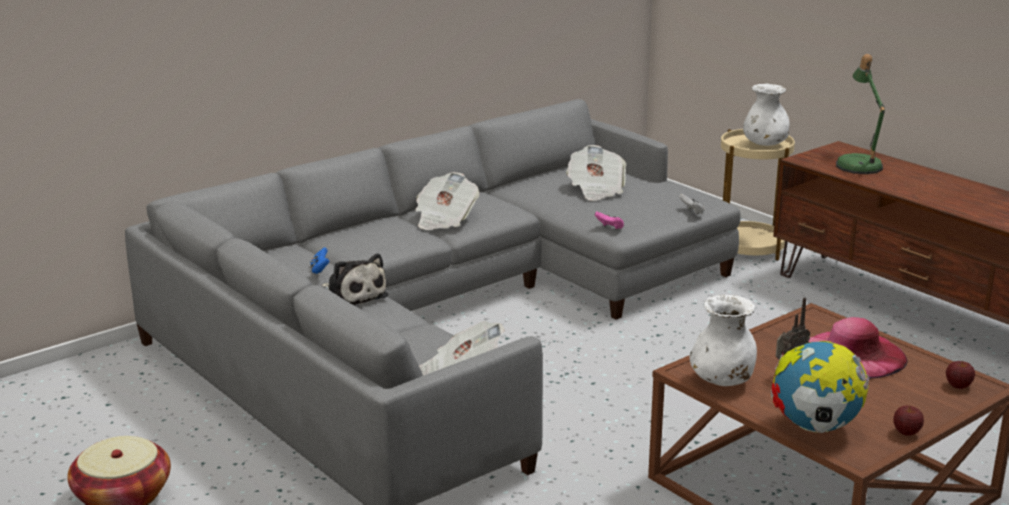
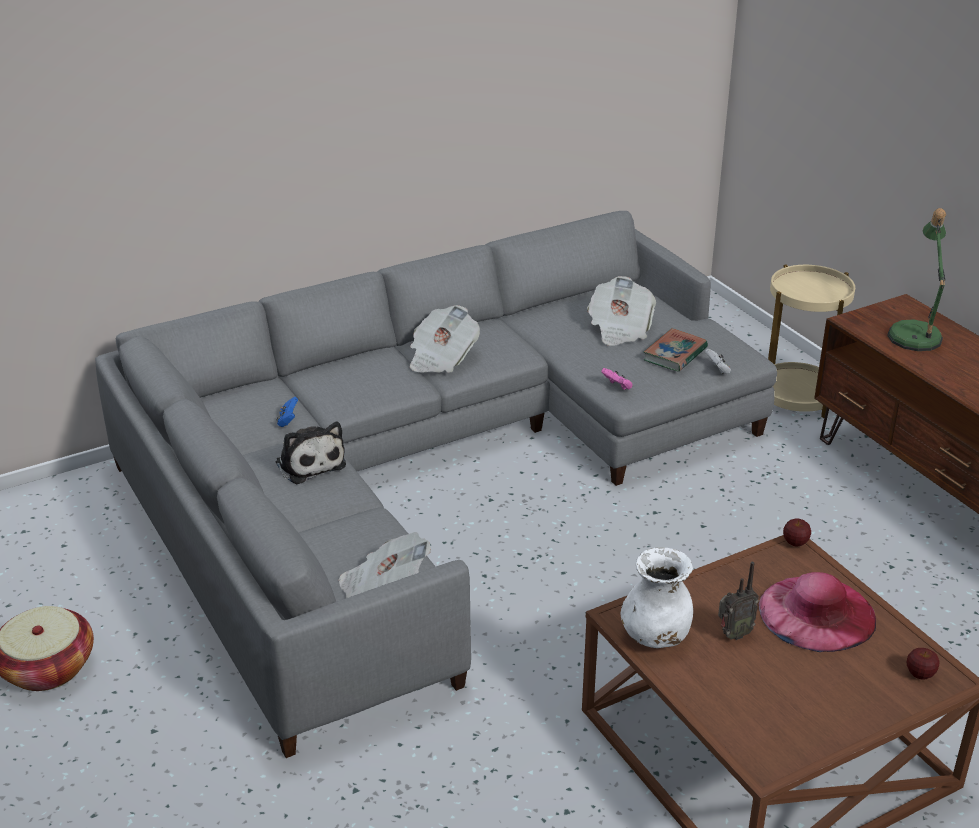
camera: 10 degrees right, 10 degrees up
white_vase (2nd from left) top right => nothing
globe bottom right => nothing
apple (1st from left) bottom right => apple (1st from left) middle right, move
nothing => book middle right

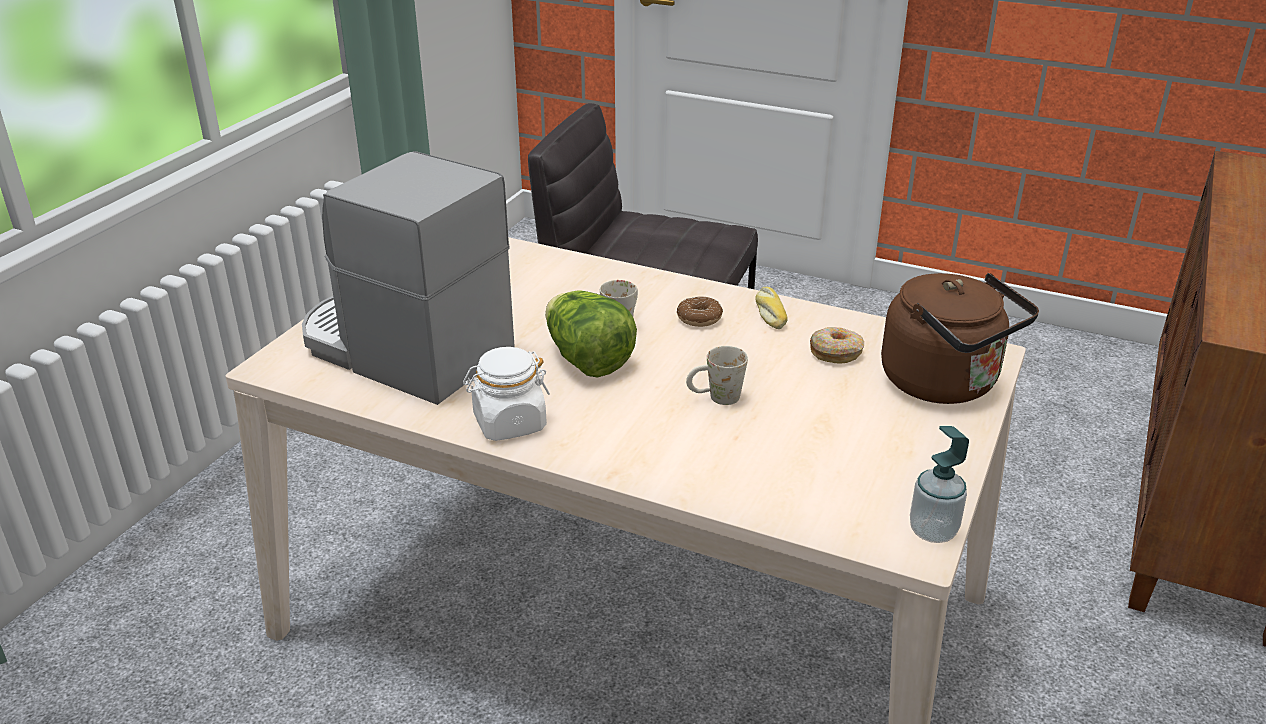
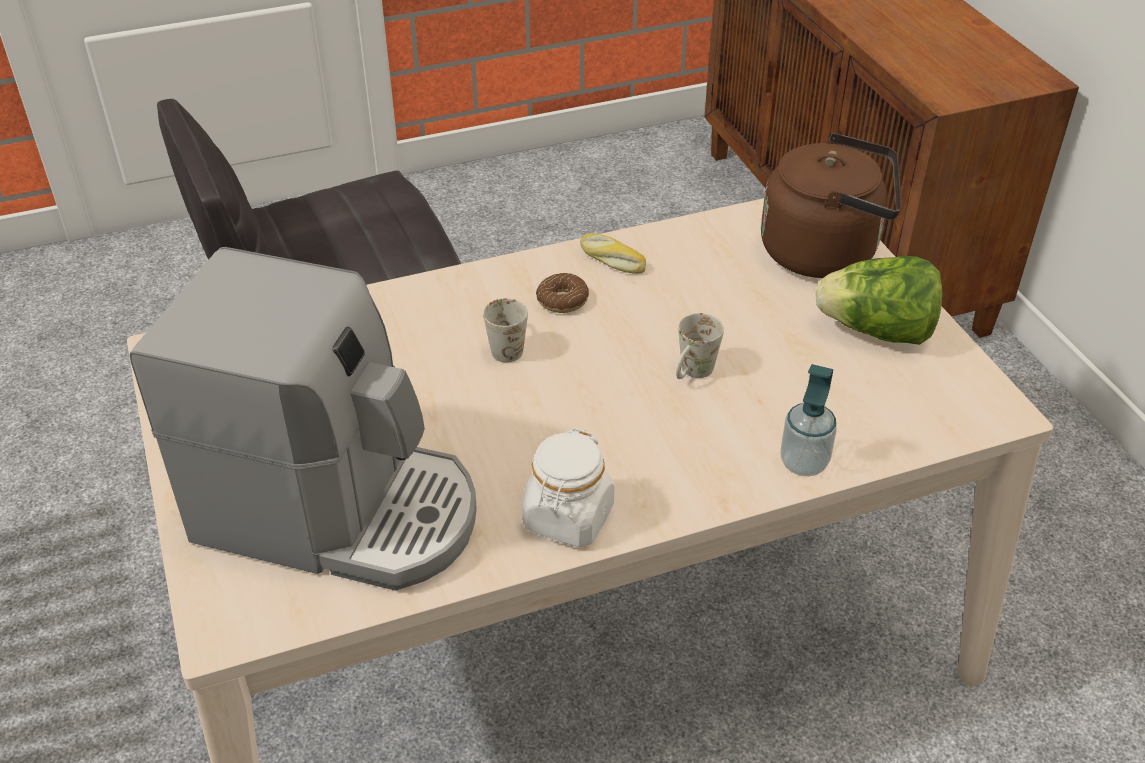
camera: 45 degrees left, 10 degrees up
coffee_machine middle left, 150 degrees counterclockwise
lettuce centre => lettuce middle right, move
donut (2nd from left) centre => nothing
soap_dispenser bottom right => soap_dispenser middle right, move

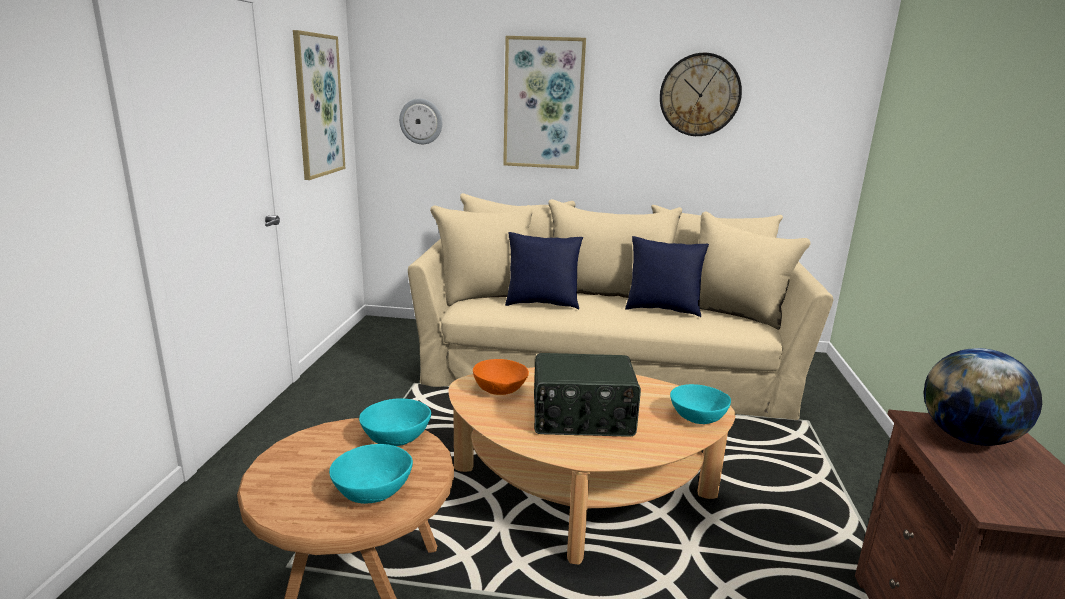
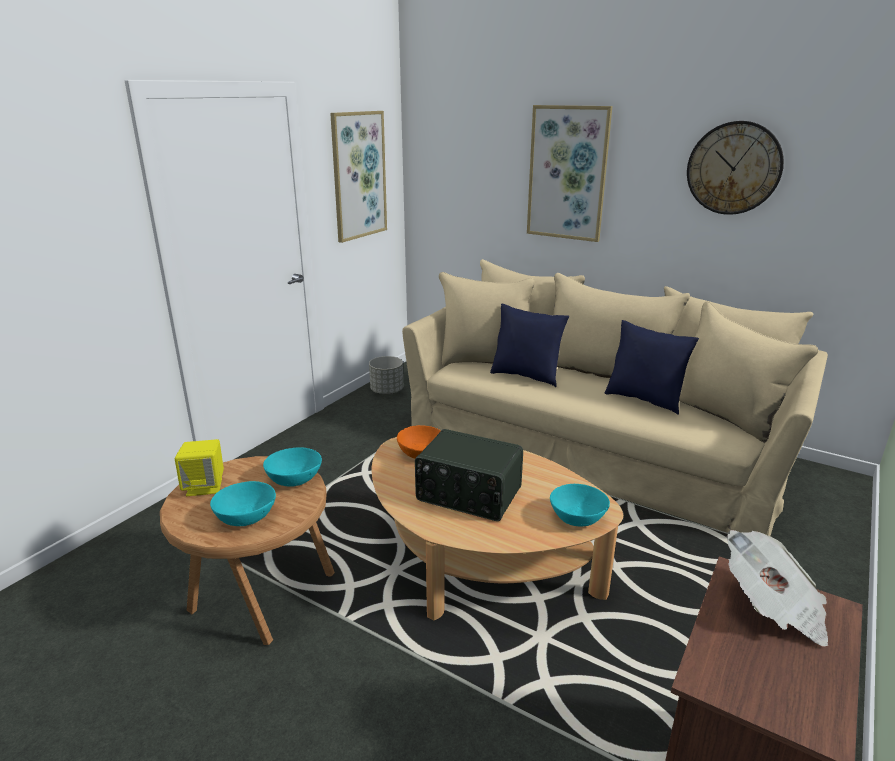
camera: 25 degrees right, 5 degrees up
wall_clock (1st from left) top centre => nothing
globe middle right => newspaper bottom right
nothing => yellow_speaker middle left
nothing => grey_planter centre

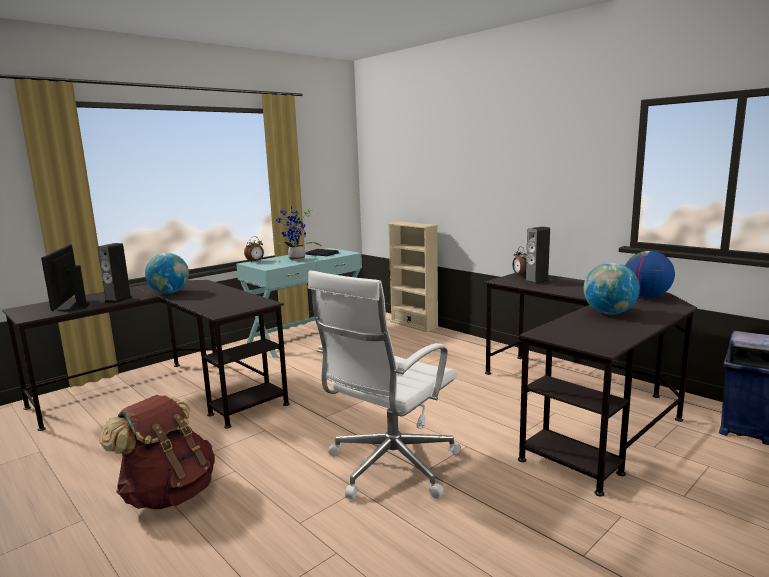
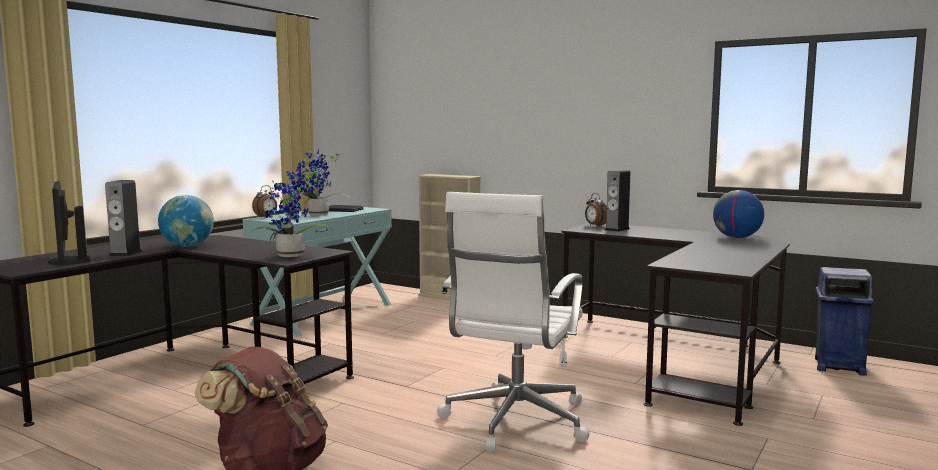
camera: 15 degrees left, 5 degrees down
globe (2nd from left) middle right => nothing
nothing => potted_plant (1st from left) middle left

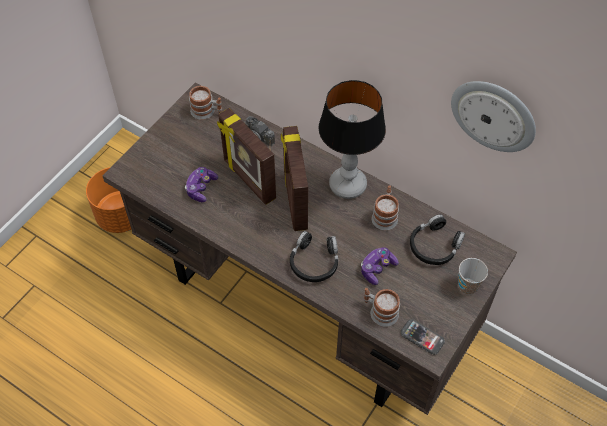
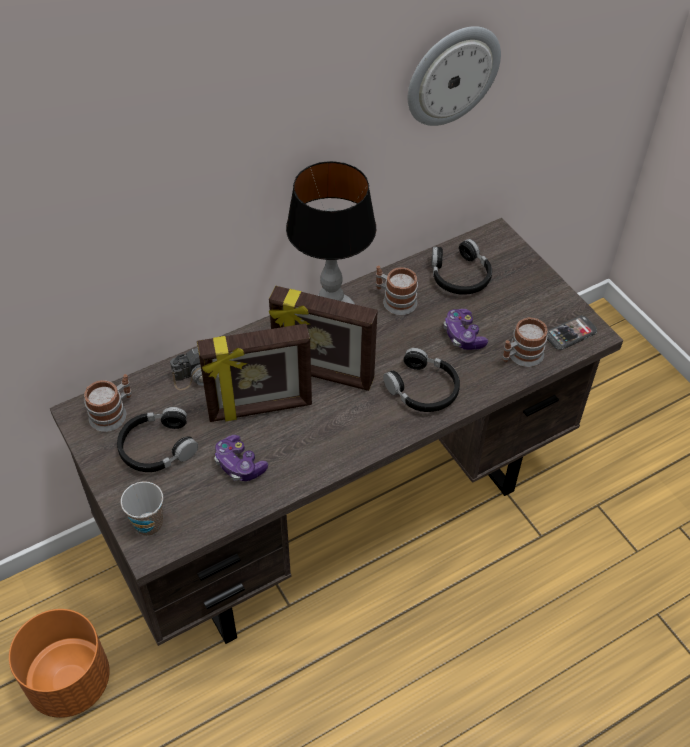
camera: 65 degrees left, 5 degrees down
cup middle right => cup bottom left, move
nothing => black_headphones (1st from left) middle left

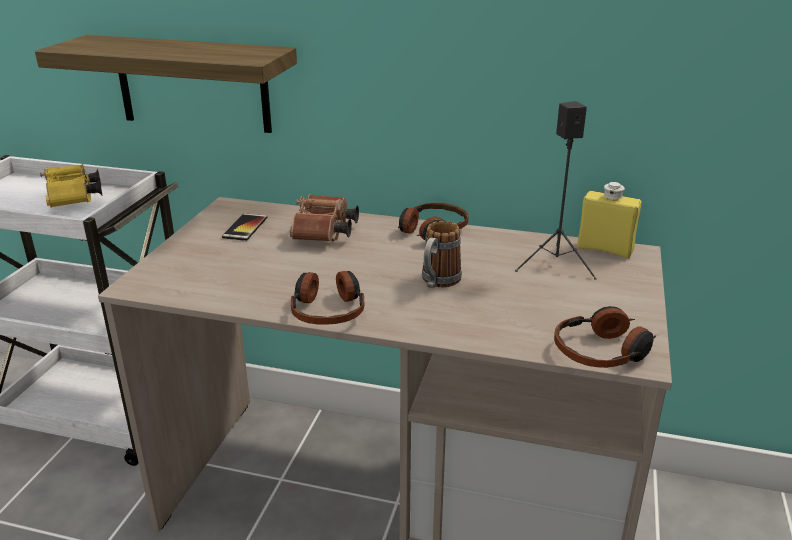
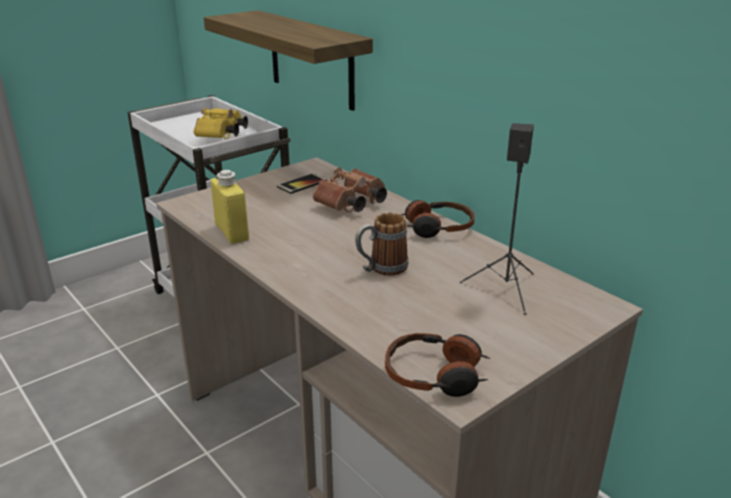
camera: 35 degrees right, 0 degrees up
headphones (1st from left) centre => nothing
yellow_bottle middle right => yellow_bottle middle left, move

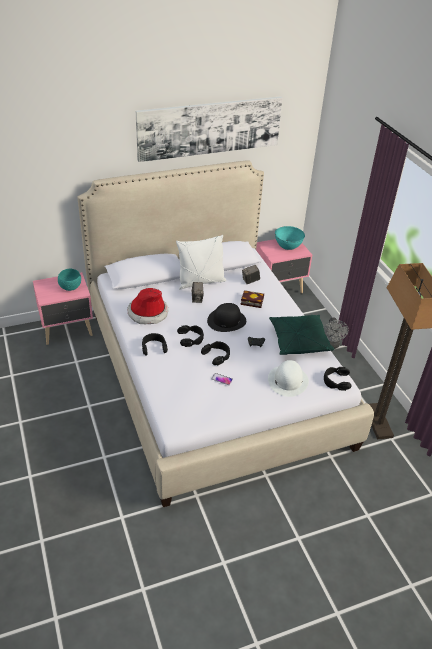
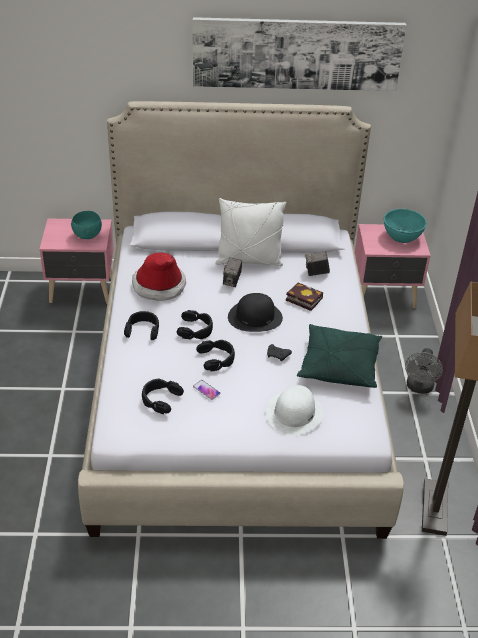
camera: 20 degrees right, 0 degrees up
black_headphones (4th from left in the first image) middle right => black_headphones (2nd from left) centre, move

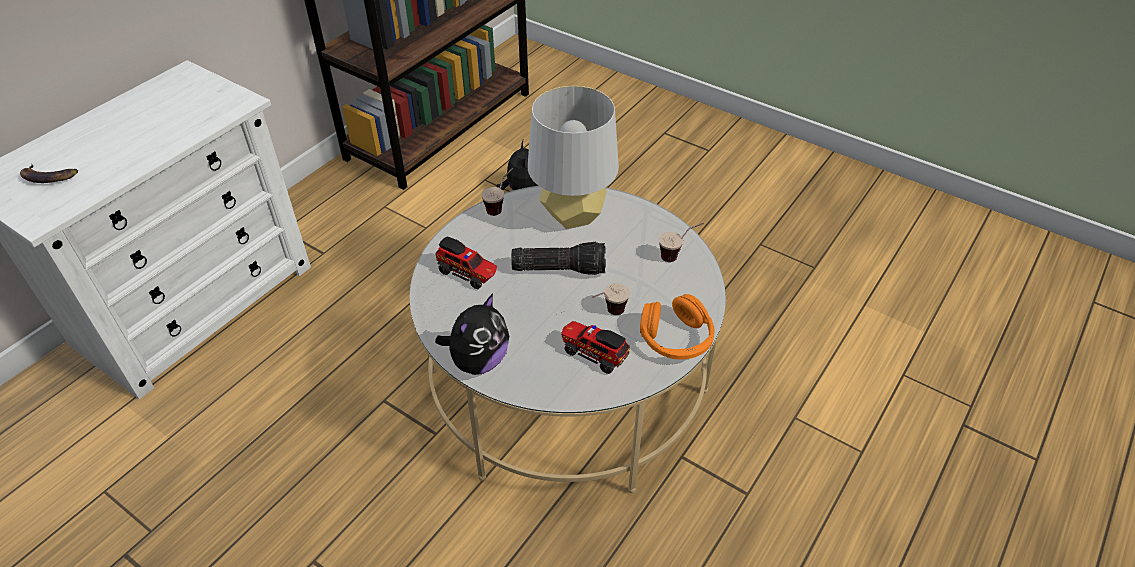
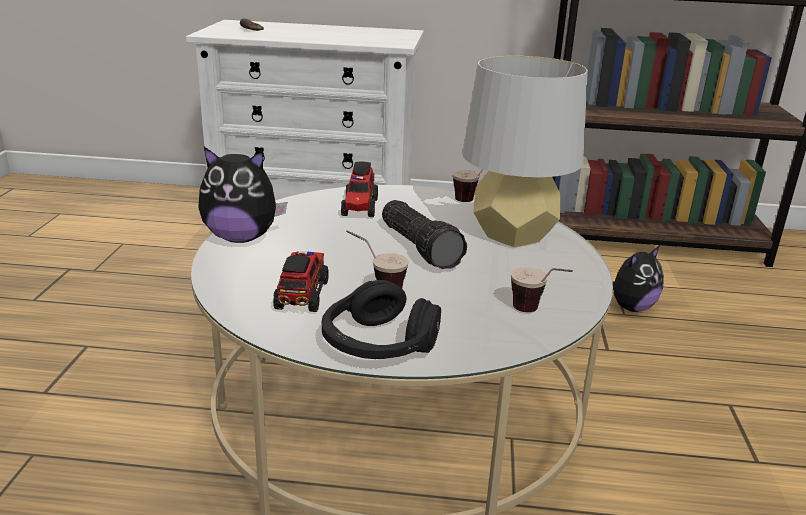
camera: 60 degrees right, 20 degrees down
orange_headphones centre => black_headphones centre

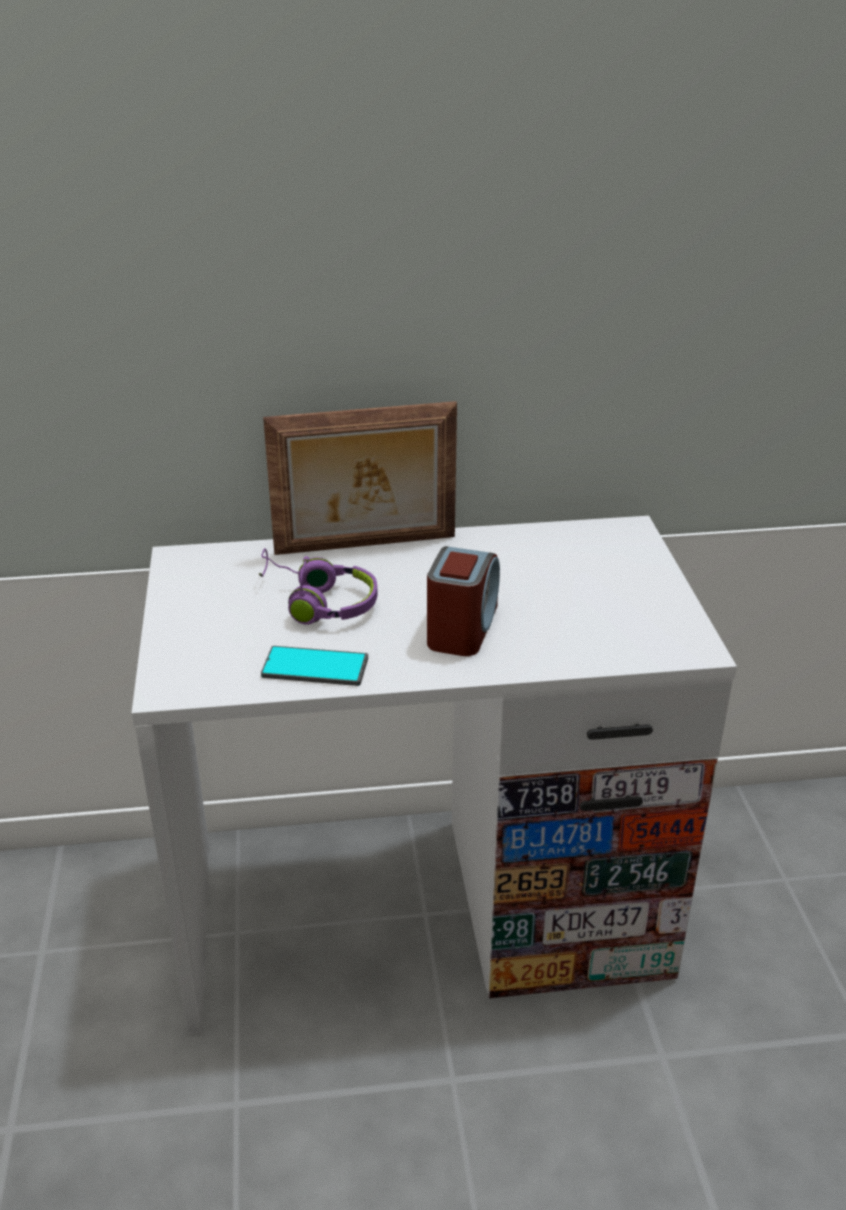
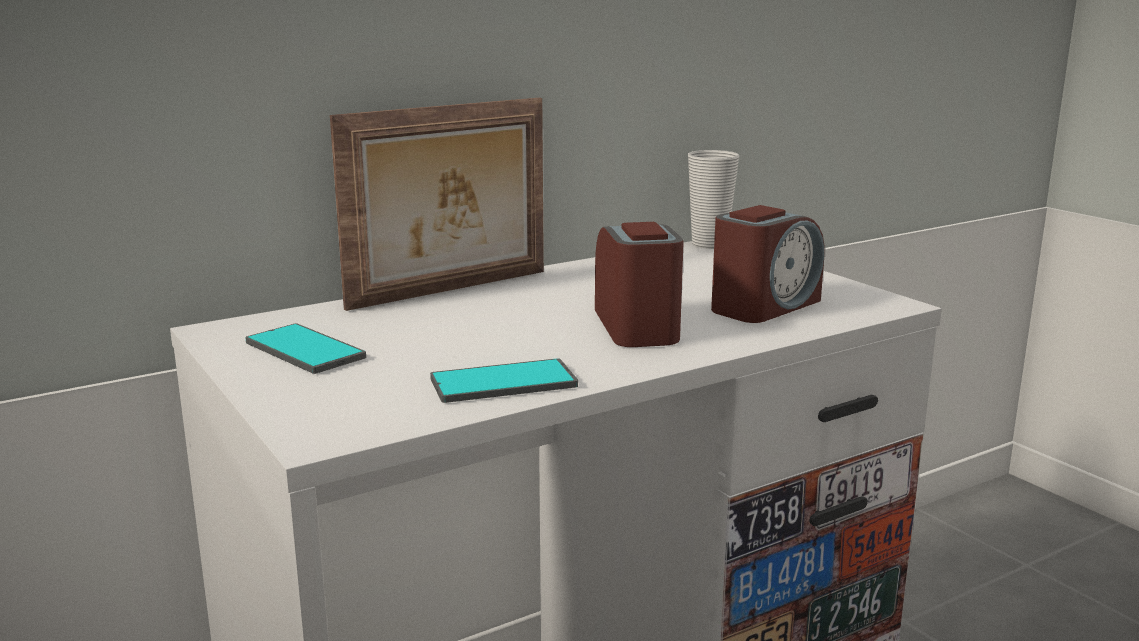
camera: 25 degrees left, 15 degrees down
purple_headphones centre => nothing
nothing => phone (1st from left) middle left
nothing => cup top centre
nothing => alarm_clock (2nd from left) middle right

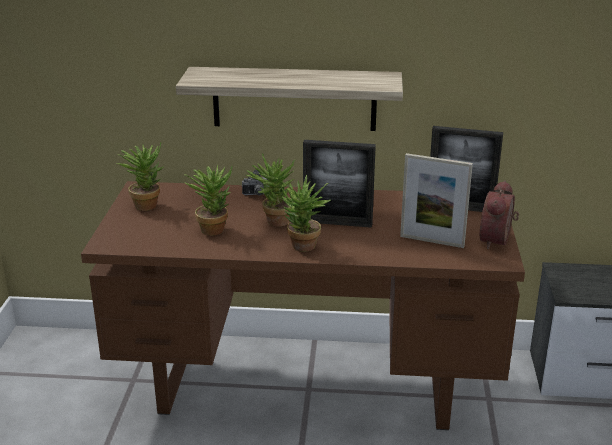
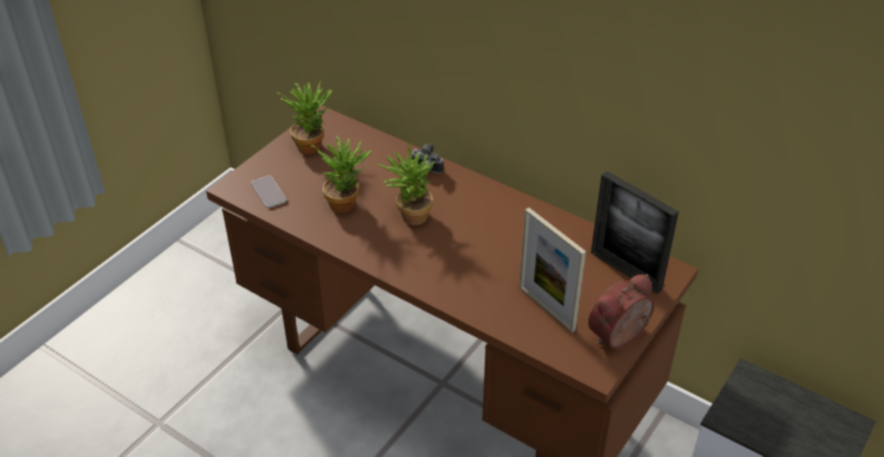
camera: 30 degrees right, 15 degrees up
shelf top centre => nothing
potted_plant (4th from left) centre => nothing
picture_frame (1st from left) centre => nothing
nothing => phone middle left

